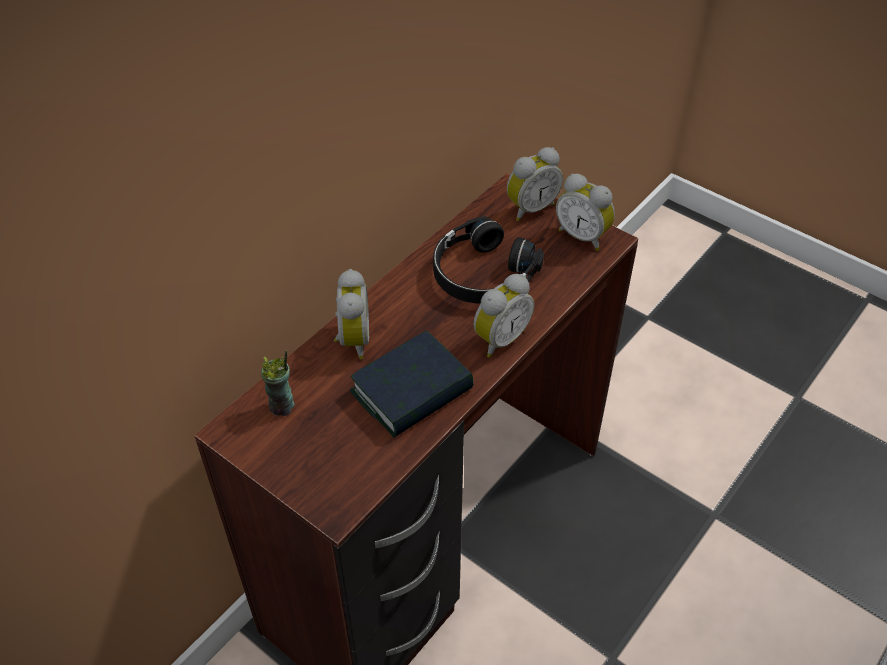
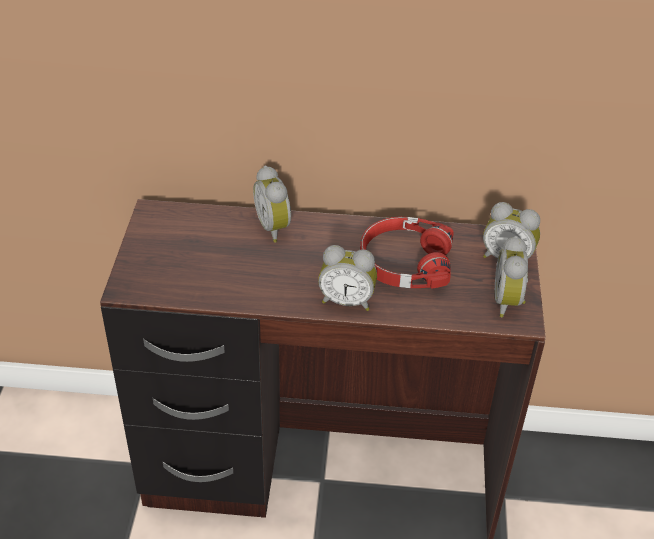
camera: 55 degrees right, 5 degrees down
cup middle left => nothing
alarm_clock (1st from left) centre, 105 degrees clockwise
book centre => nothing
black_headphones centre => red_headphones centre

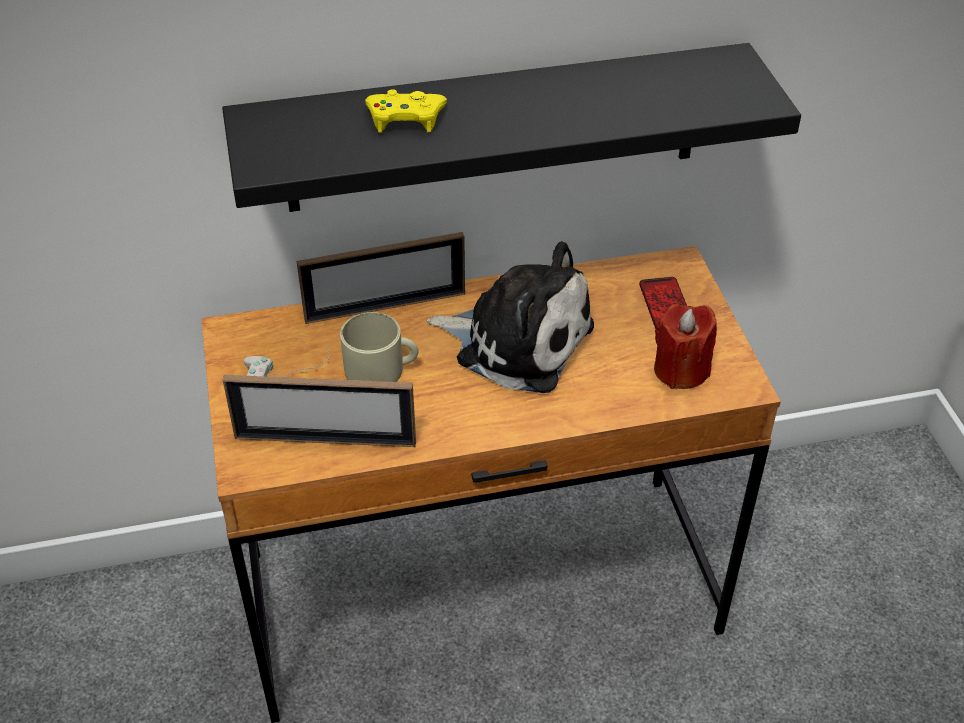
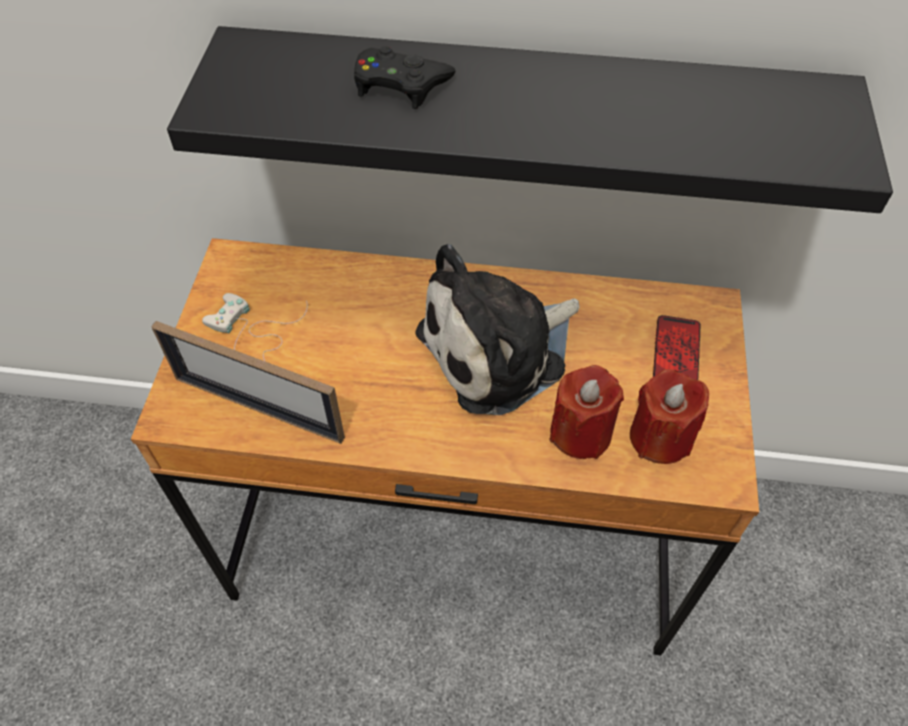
camera: 20 degrees right, 10 degrees up
picture_frame (2nd from left) centre => nothing
beige_mug centre => nothing
yellow_game_controller top centre => black_game_controller top centre
plush_toy centre, 105 degrees clockwise
nothing => red_candle (1st from left) centre

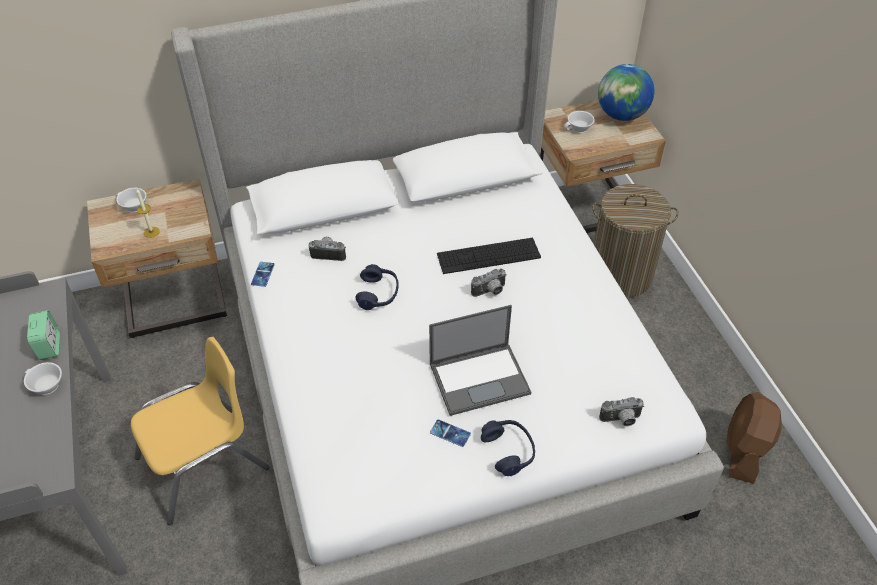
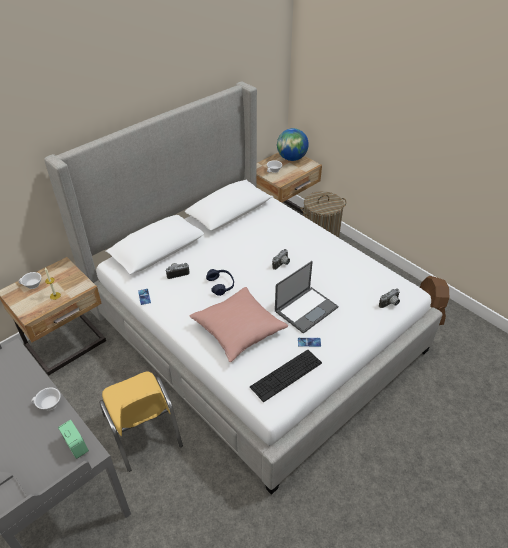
camera: 25 degrees left, 5 degrees down
alarm_clock middle left => alarm_clock bottom left, move
yellow_chair bottom left, 120 degrees clockwise
keyboard centre => keyboard bottom centre, move
blue_headphones (2nd from left) bottom centre => nothing
nothing => pink_pillow centre

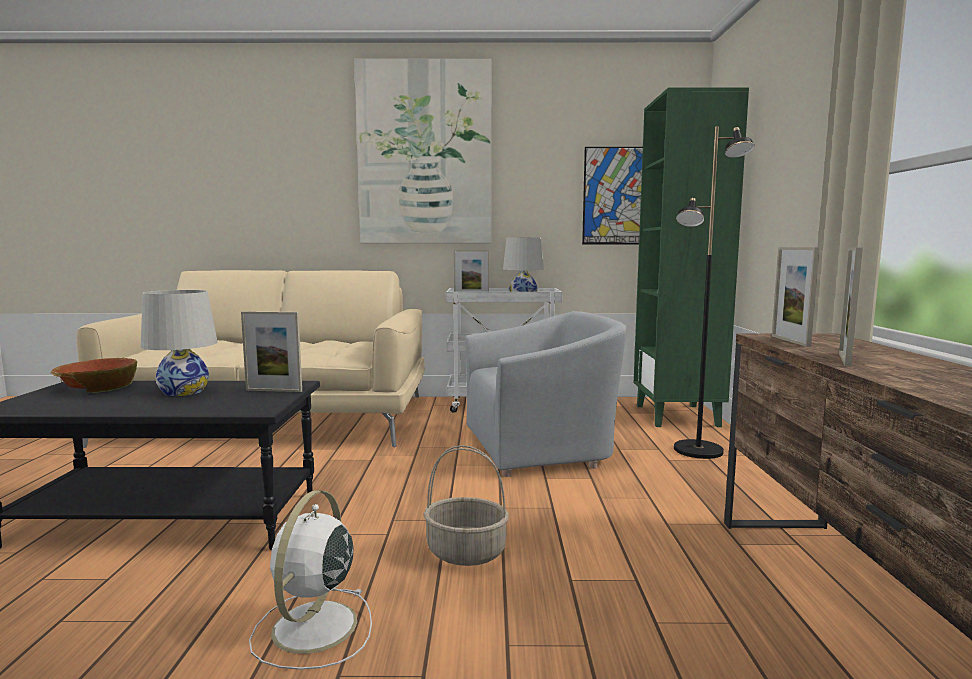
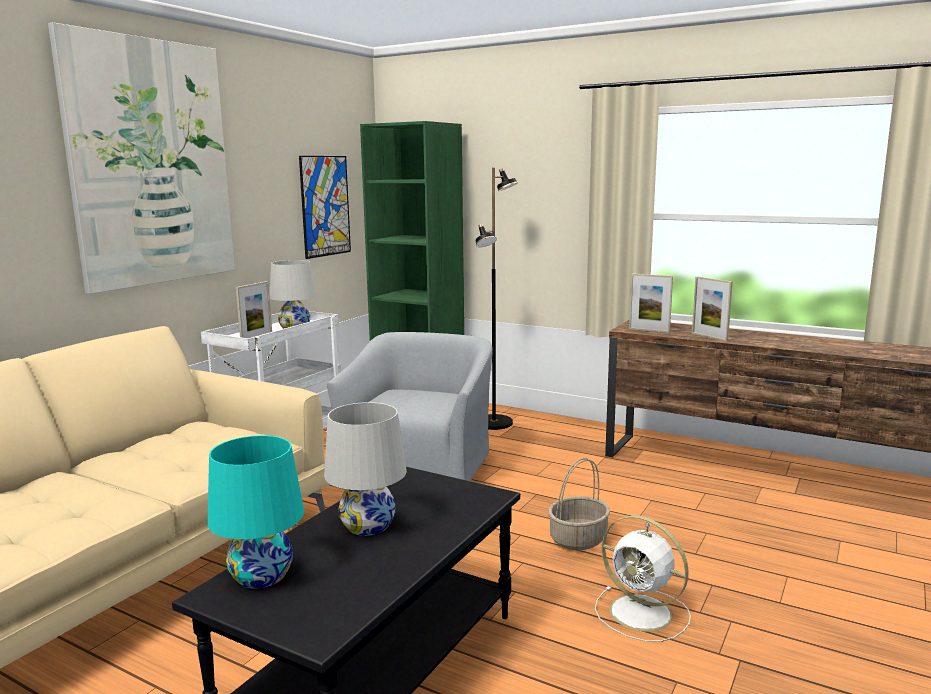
camera: 60 degrees left, 5 degrees up
bowl middle left => turquoise_table_lamp bottom left
picture_frame (1st from left) middle left => nothing

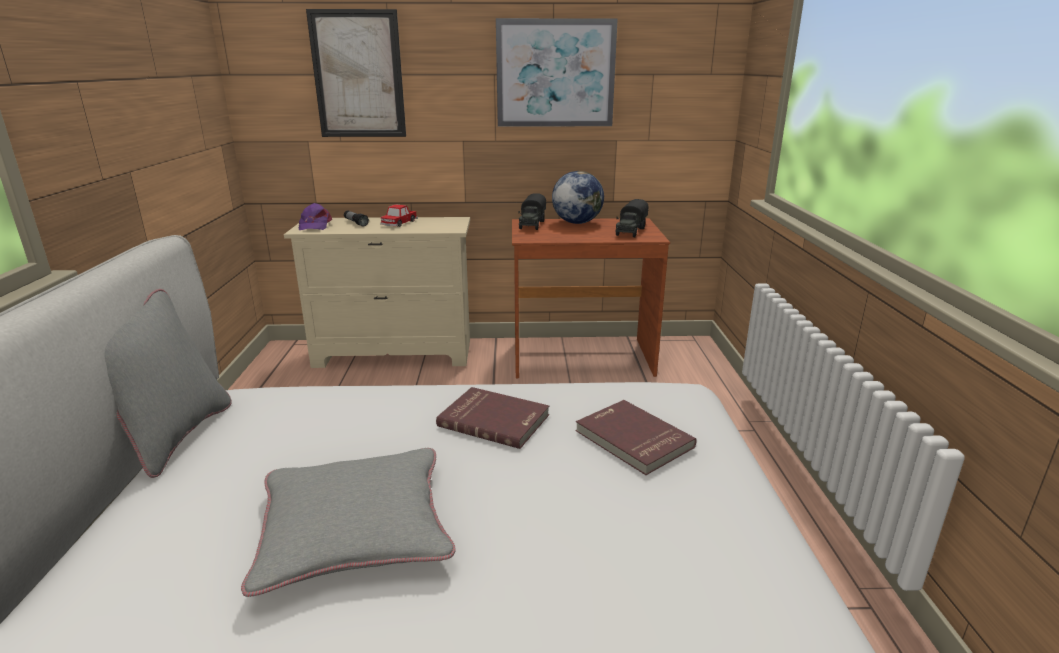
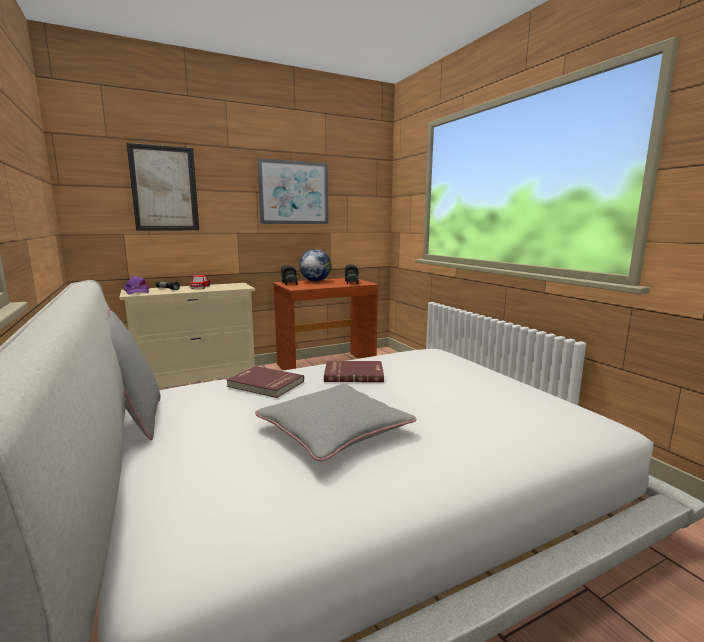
camera: 25 degrees left, 10 degrees down
red_book (2nd from left in the first image) bottom centre => red_book (1st from left) centre, move

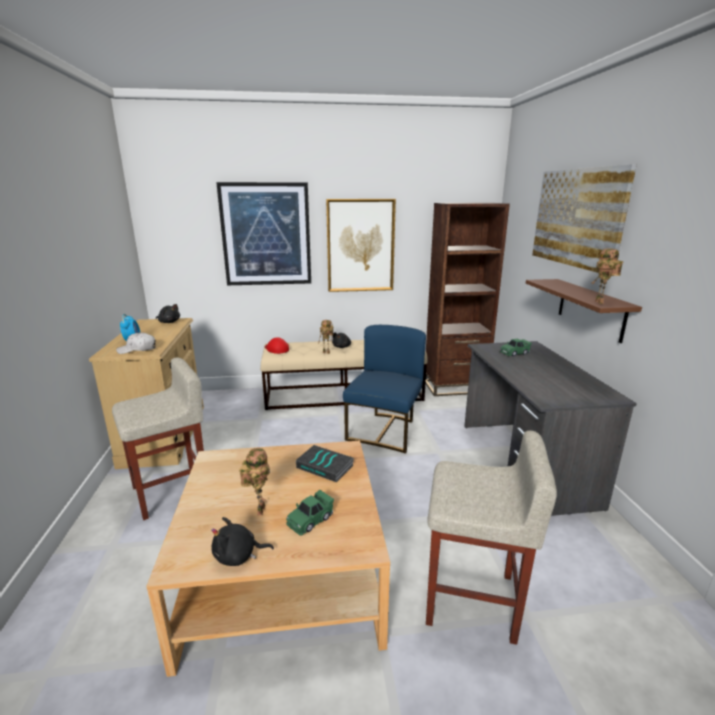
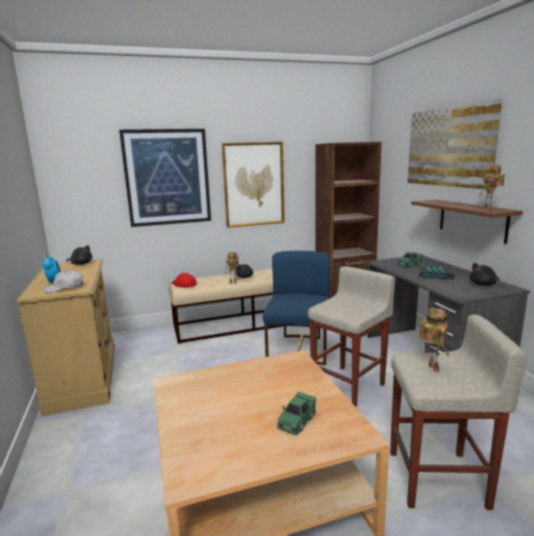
camera: 10 degrees left, 5 degrees down
beige_stool (1st from left) middle left => beige_stool (1st from left) centre, move
black_plush_toy (2nd from left in the first image) bottom centre => black_plush_toy (3rd from left) middle right, move
toy_robot (1st from left in the first image) bottom centre => toy_robot (2nd from left) middle right, move
book centre => book middle right, move

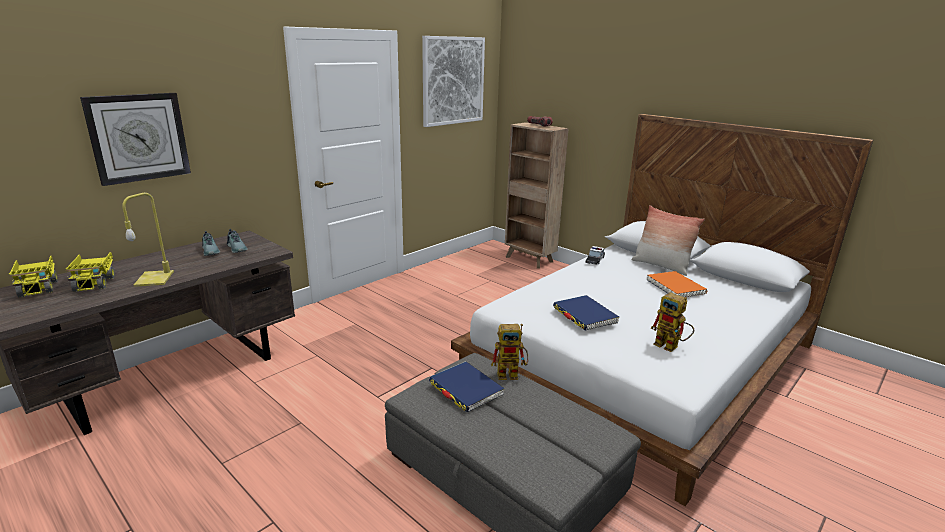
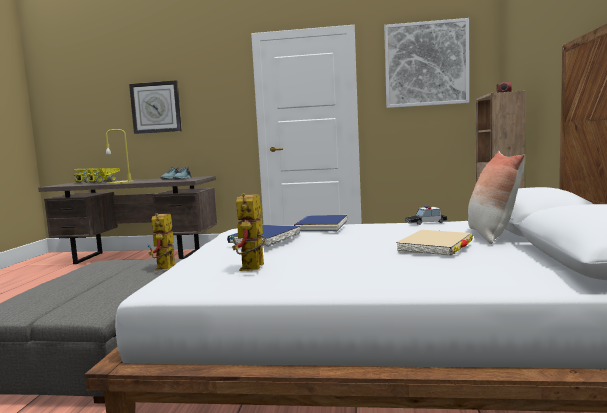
camera: 55 degrees right, 15 degrees down
blue_book (1st from left in the first image) bottom centre => blue_book (2nd from left) centre, move
toy_robot (1st from left) centre => toy_robot (1st from left) middle left, 45 degrees clockwise
orange_book middle right => beige_book middle right

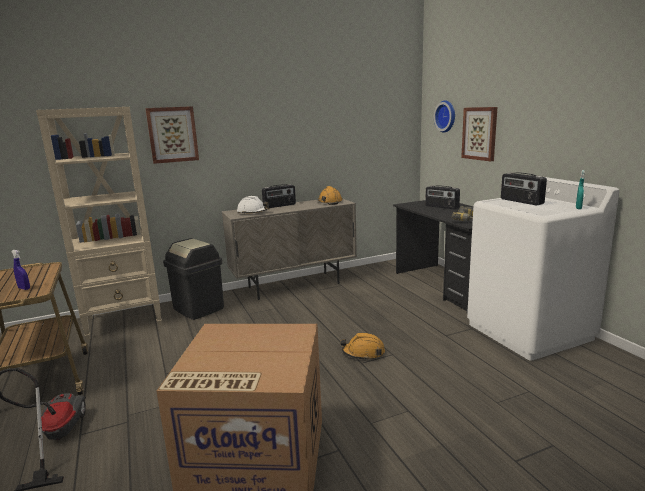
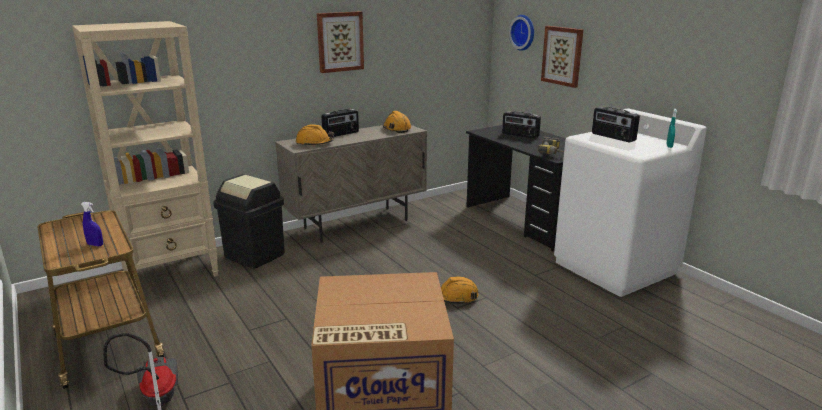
camera: 10 degrees left, 5 degrees up
picture (1st from left) top left => picture (1st from left) top centre, move
white_hard_hat centre => orange_hard_hat (1st from left) top centre

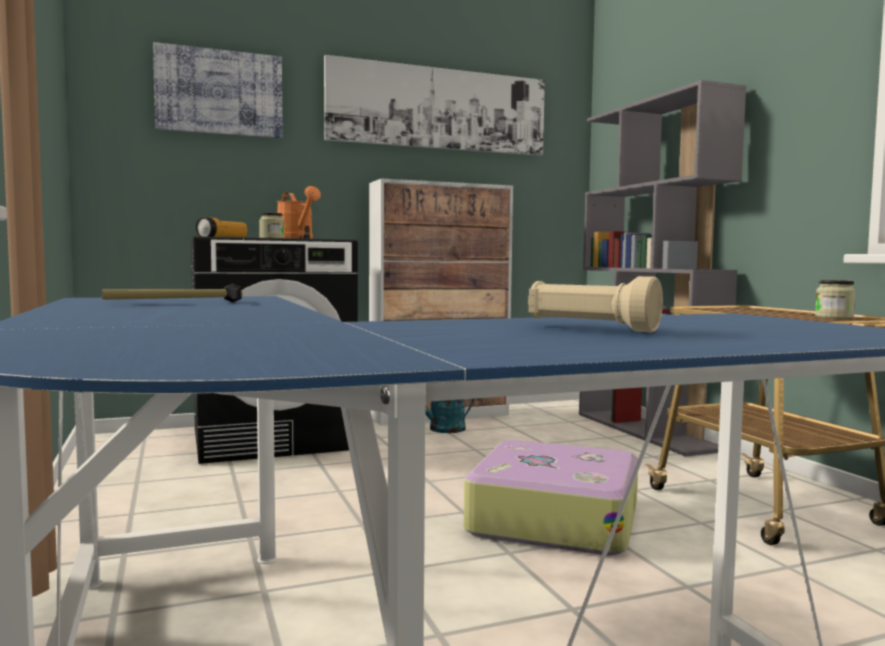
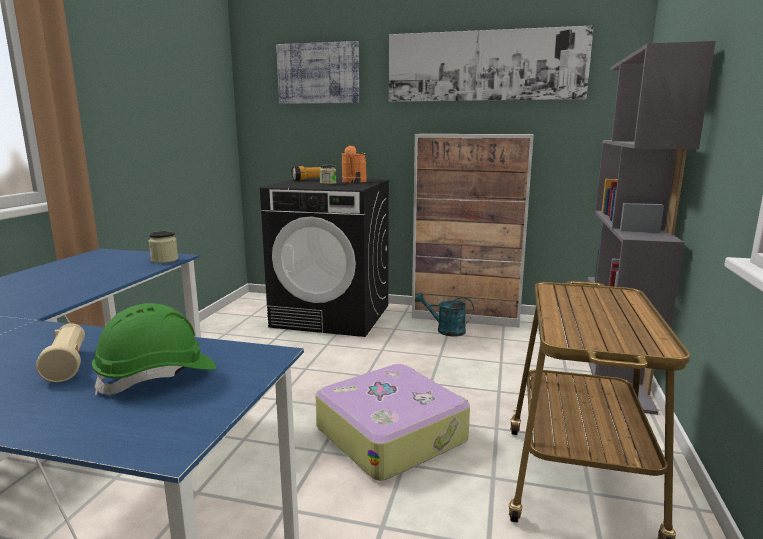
camera: 35 degrees right, 10 degrees up
hammer middle left => nothing
jar (2nd from left in the first image) middle right => jar (1st from left) middle left, move
nothing => green_hard_hat middle left

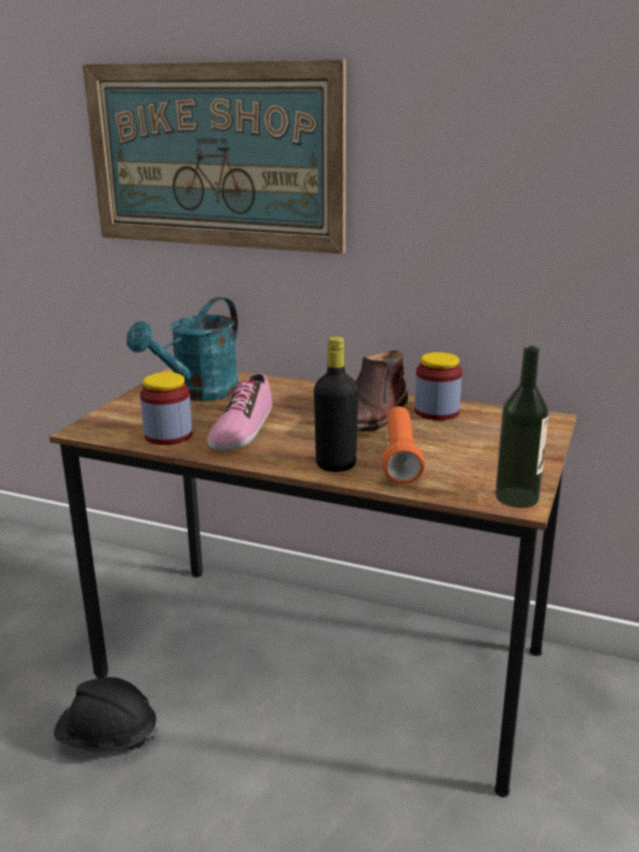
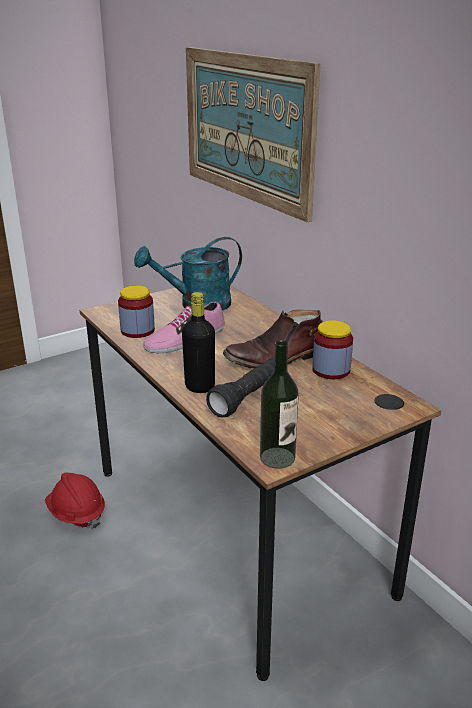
camera: 35 degrees right, 5 degrees up
black_hard_hat bottom left => red_hard_hat bottom left
orange_flashlight centre => black_flashlight centre

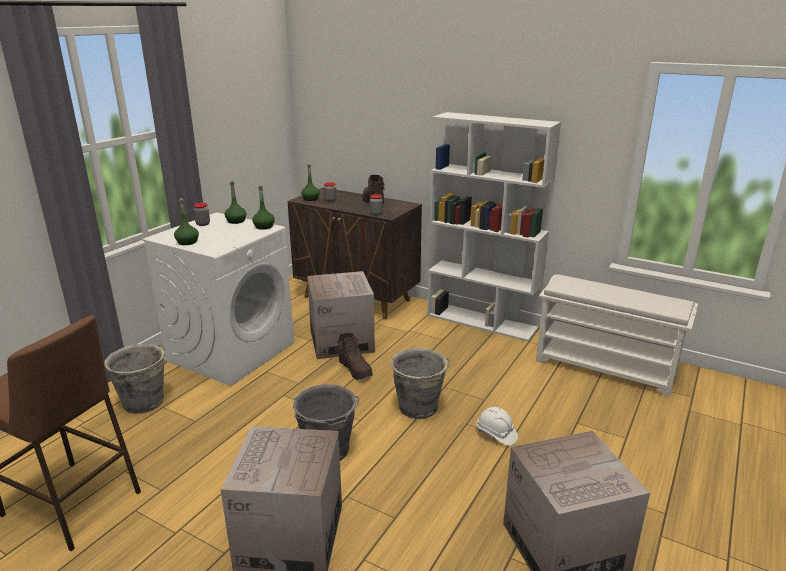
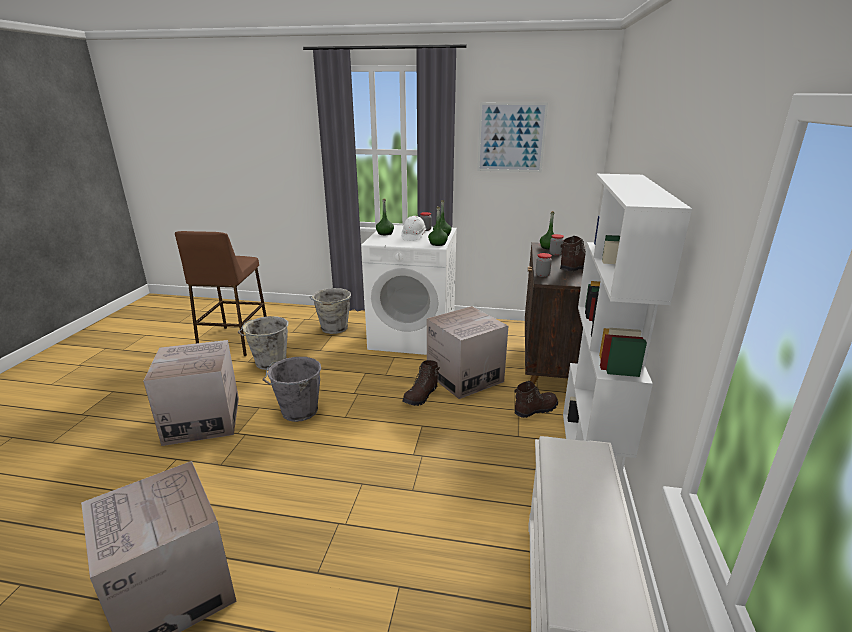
camera: 70 degrees right, 0 degrees up
grey_bucket (3rd from left in the first image) bottom centre => grey_bucket (1st from left) middle left, move
white_hard_hat bottom centre => white_hard_hat centre, move
nothing => picture top centre
nothing => brown_boot (2nd from left) centre

